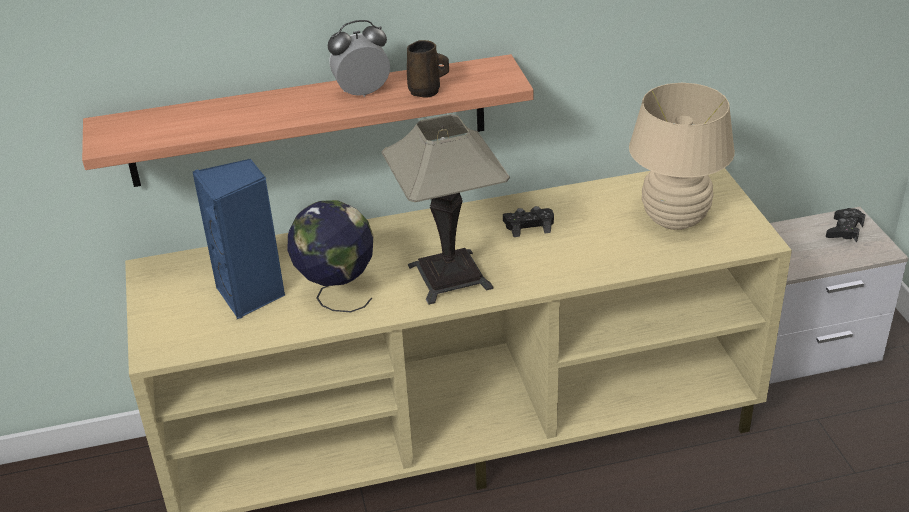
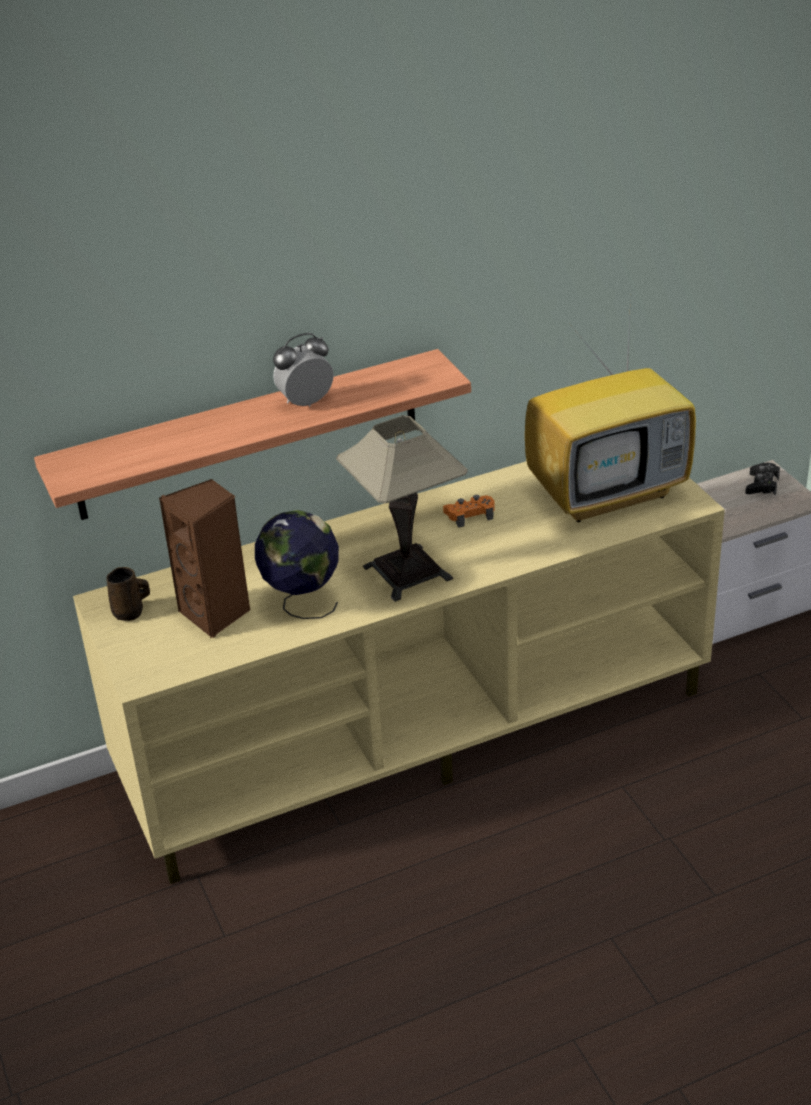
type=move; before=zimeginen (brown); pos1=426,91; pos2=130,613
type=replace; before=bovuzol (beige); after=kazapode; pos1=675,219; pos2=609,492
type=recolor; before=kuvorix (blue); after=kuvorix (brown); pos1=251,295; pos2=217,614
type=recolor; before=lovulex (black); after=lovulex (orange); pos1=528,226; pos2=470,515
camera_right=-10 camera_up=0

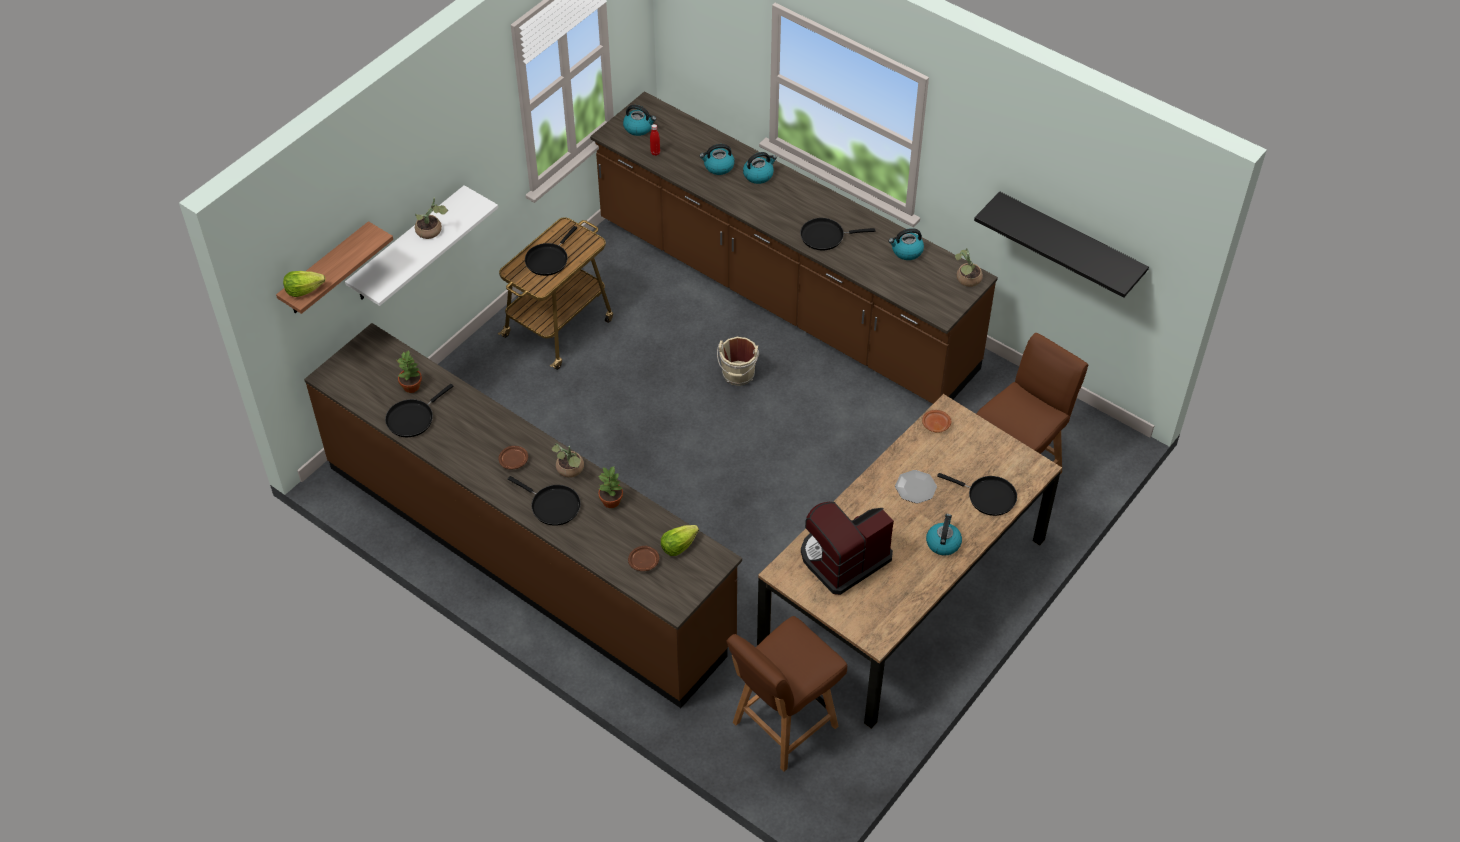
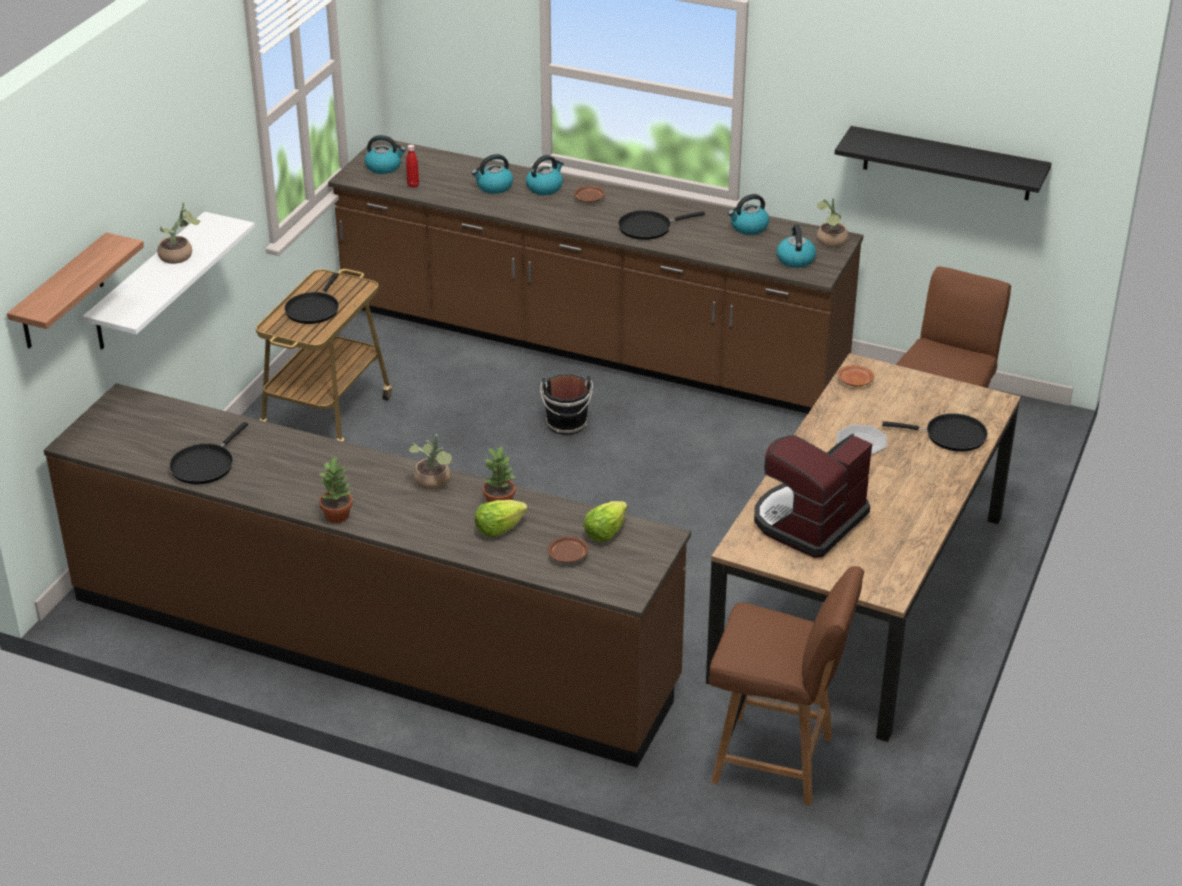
type=move; before=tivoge; pos1=303,290; pos2=498,529
type=recolor; before=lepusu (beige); after=lepusu (black); pos1=738,375; pos2=567,424
type=move; before=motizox; pos1=412,386; pos2=338,515
type=move; before=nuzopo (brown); pos1=514,460; pos2=589,199
type=delete; before=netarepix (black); pos1=552,505
type=move; before=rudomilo; pos1=943,543; pos2=795,259
type=rotate; before=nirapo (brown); pos1=783,726; pos2=776,760; turn=-105
camera_right=-15 camera_up=-15

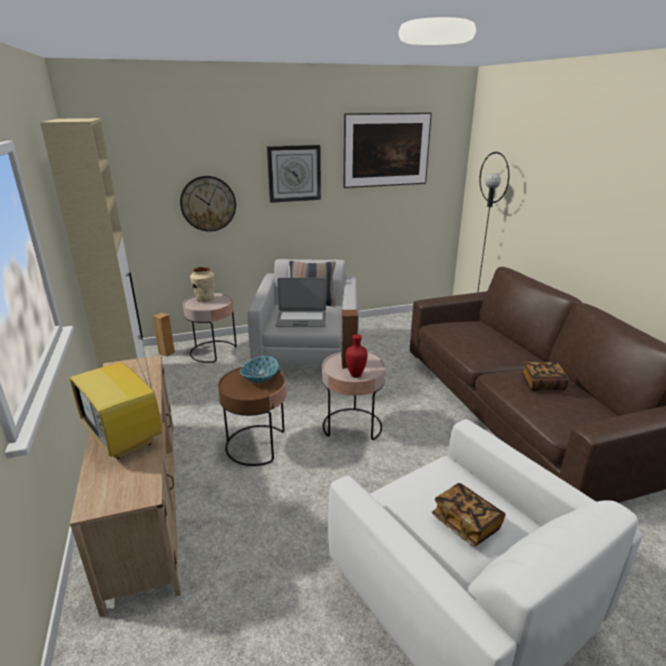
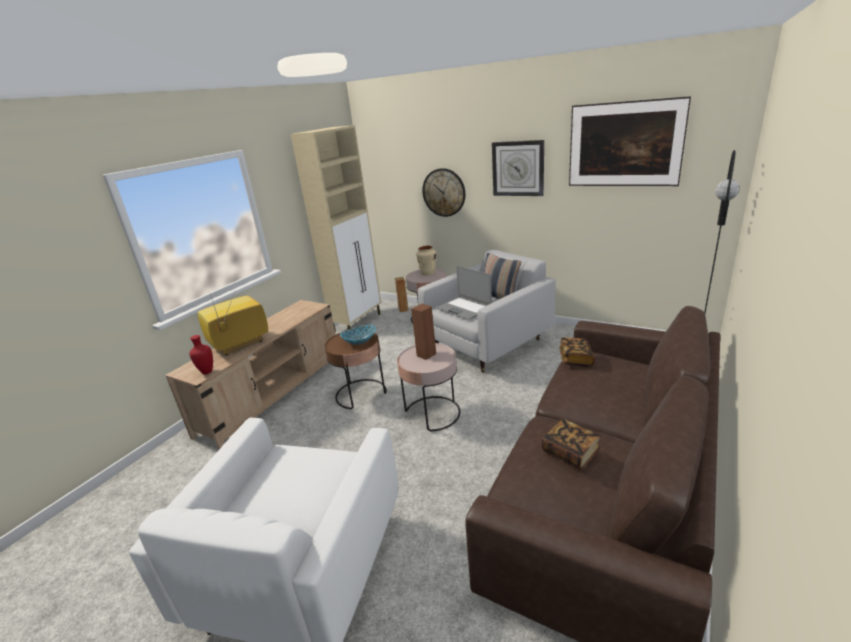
type=move; before=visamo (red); pos1=355,375; pos2=208,372
type=rotate; before=kazapode; pos1=125,438; pos2=239,345; turn=45
type=move; before=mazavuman; pos1=466,523; pos2=575,359
camera_right=50 camera_up=0

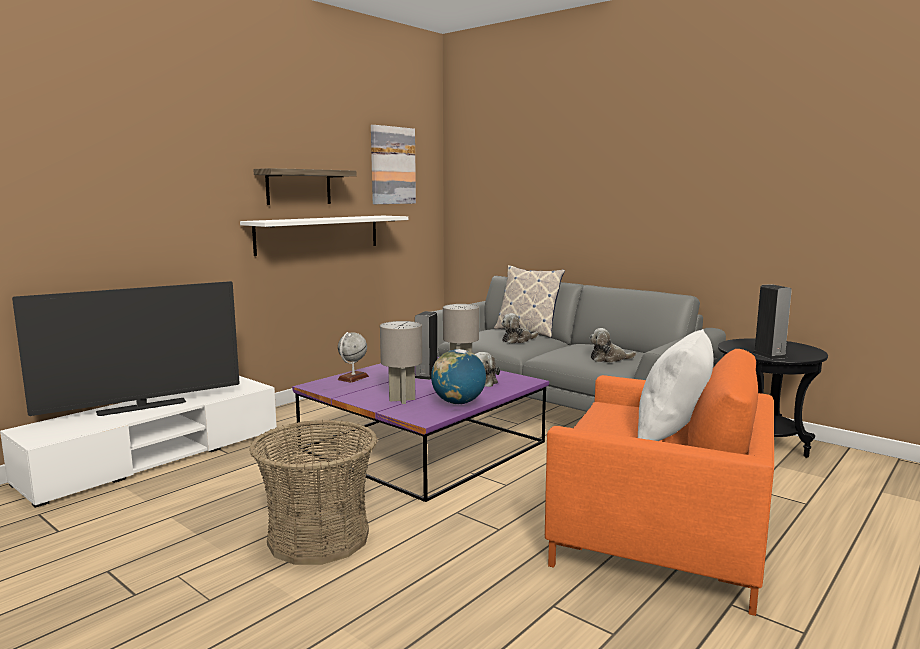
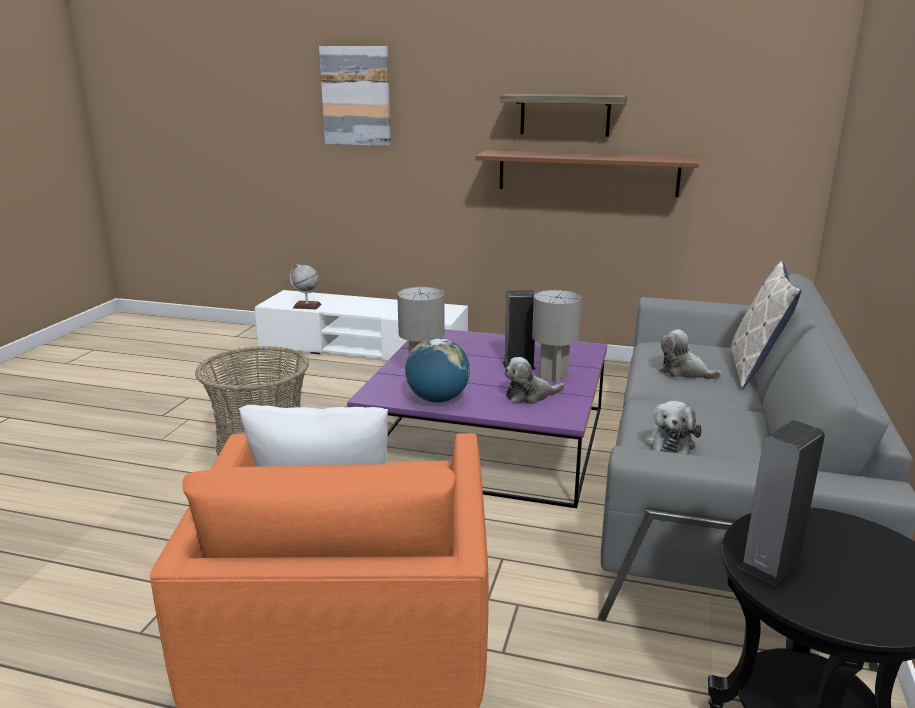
type=move; before=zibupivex; pos1=392,165; pos2=356,96
type=recolor; before=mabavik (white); after=mabavik (brown); pos1=318,234; pos2=587,173
type=delete; before=kazapode; pos1=142,407
type=rotate; before=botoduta; pos1=609,359; pos2=670,443; turn=-135
type=move; before=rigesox; pos1=353,378; pos2=307,306
camera_right=65 camera_up=10

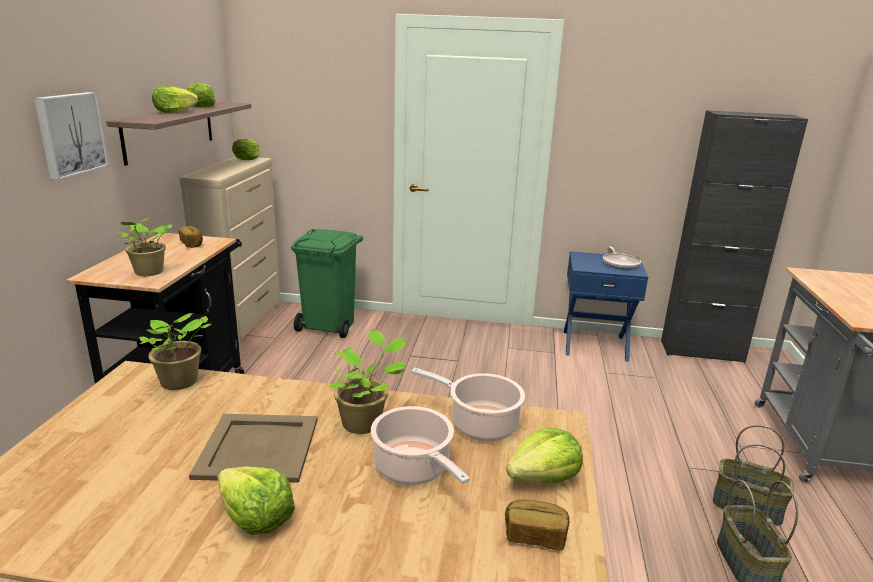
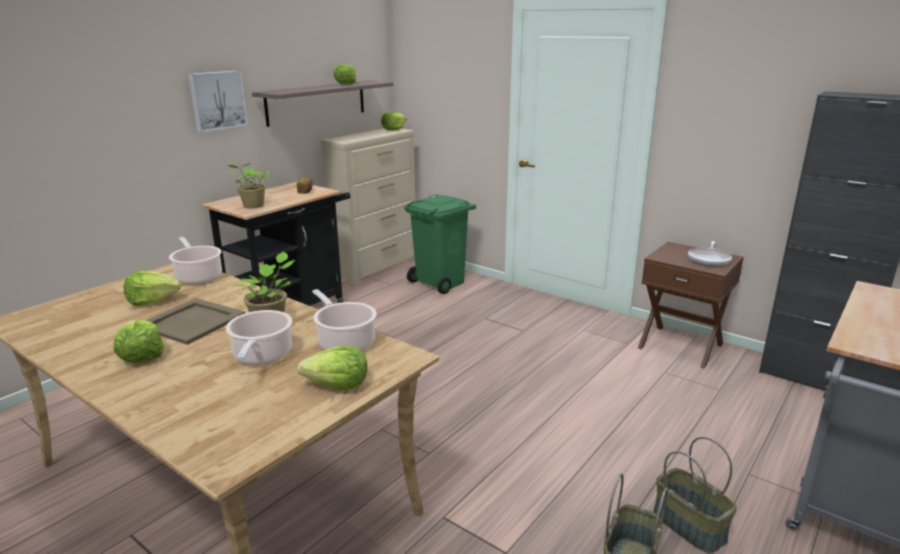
type=move; before=tivoge; pos1=174,112; pos2=152,300
type=recolor; before=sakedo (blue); after=sakedo (brown); pos1=594,344; pos2=681,345
type=replace; before=motizox; after=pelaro; pos1=179,383; pos2=198,277
type=delete; before=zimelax; pos1=535,535
camera_right=30 camera_up=0

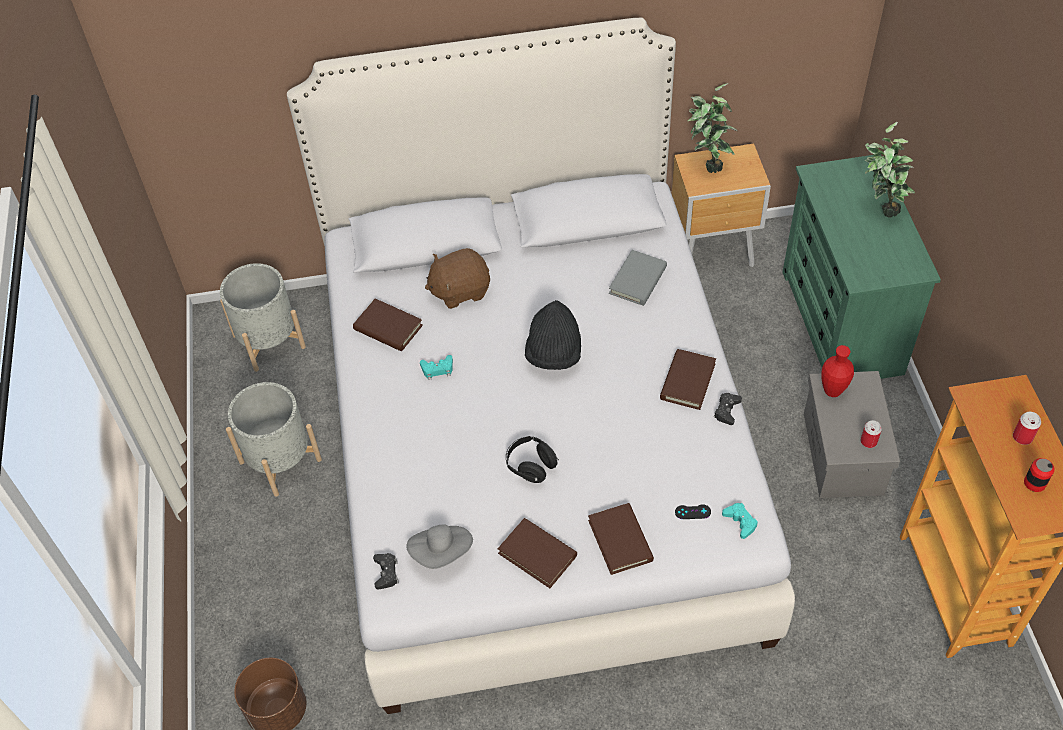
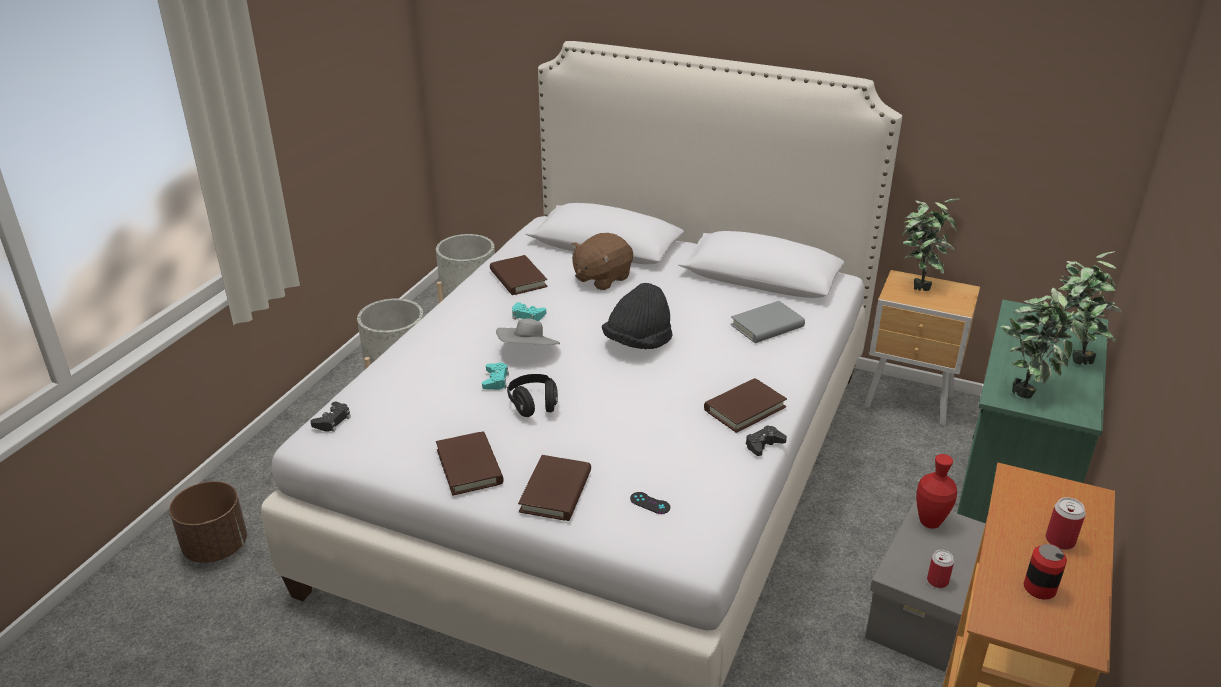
type=rotate; before=botoduta (brown); pos1=460,290; pos2=601,278; turn=-60
type=move; before=lovulex (turquoise); pos1=740,522; pos2=496,380
type=move; before=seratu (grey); pos1=442,552; pos2=529,352
type=insert; after=motizox; pos2=1029,390
camera_right=30 camera_up=-20

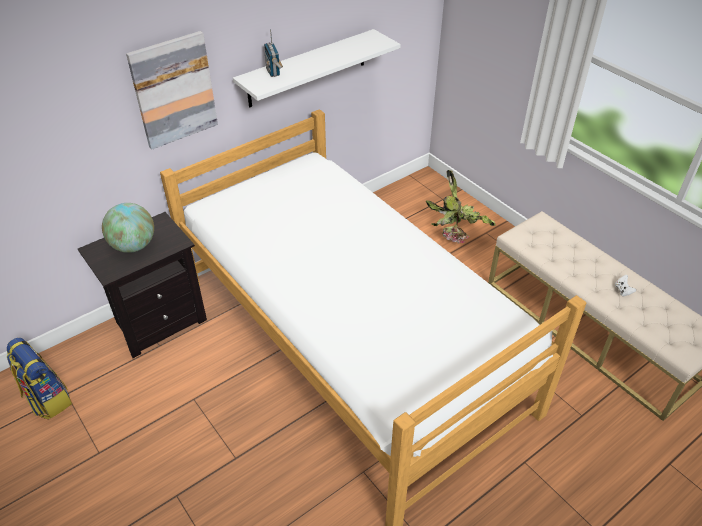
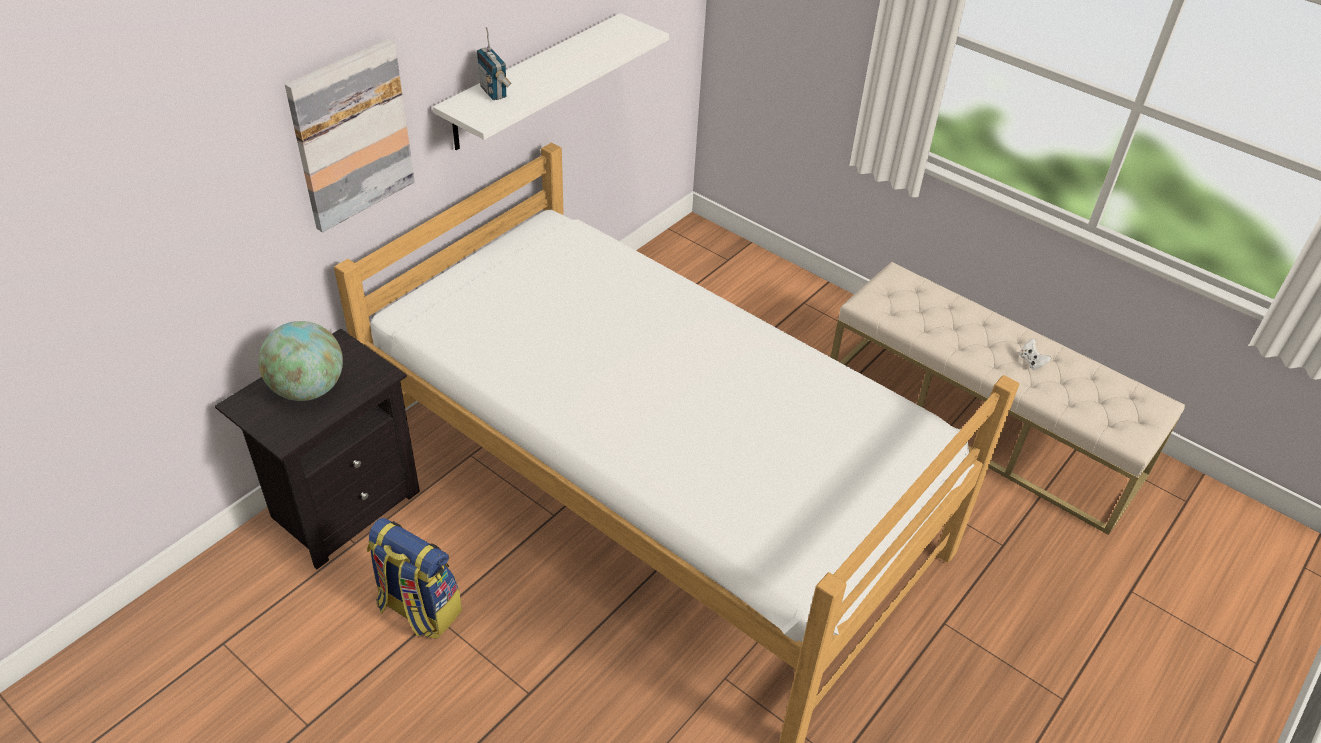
type=delete; before=motizox; pos1=459,234
type=move; before=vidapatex; pos1=47,398; pos2=418,609
camera_right=-15 camera_up=0

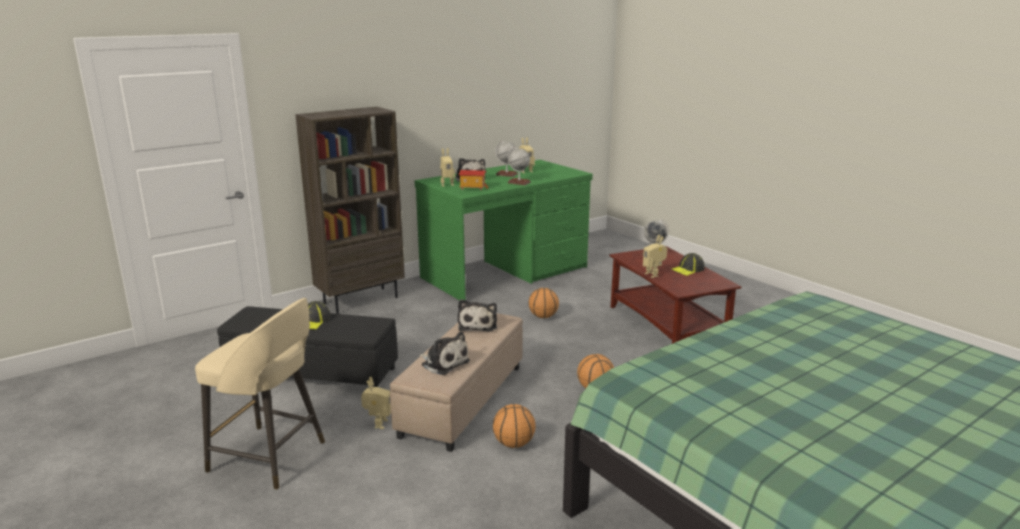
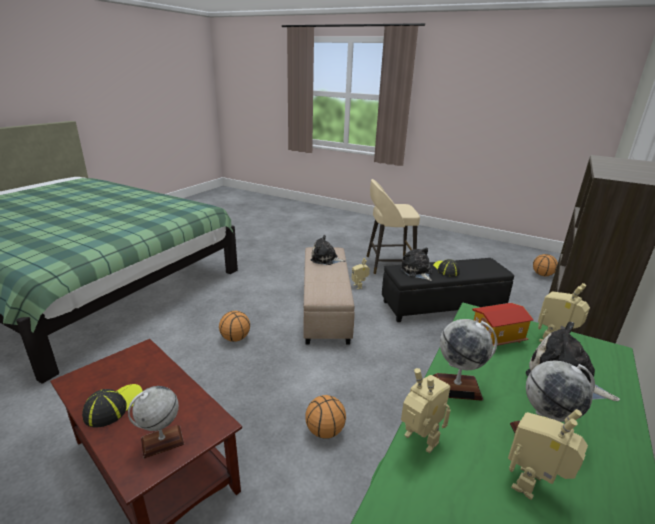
type=move; before=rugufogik; pos1=653,274; pos2=418,442
type=move; before=botoduta; pos1=478,325; pos2=417,272
type=move; before=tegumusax; pos1=513,443; pos2=542,275
camera_right=155 camera_up=5

